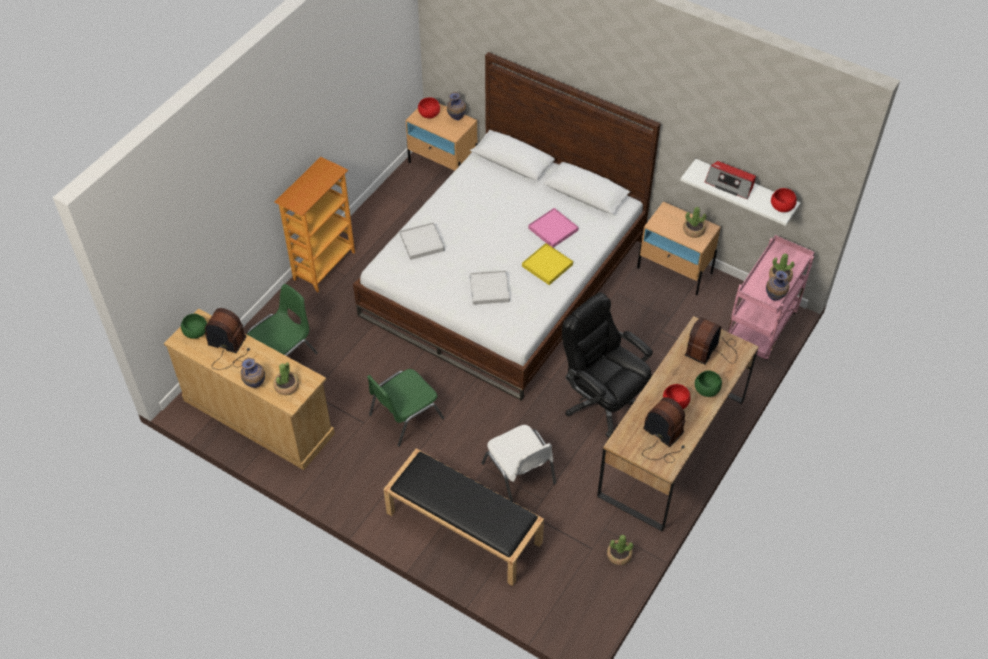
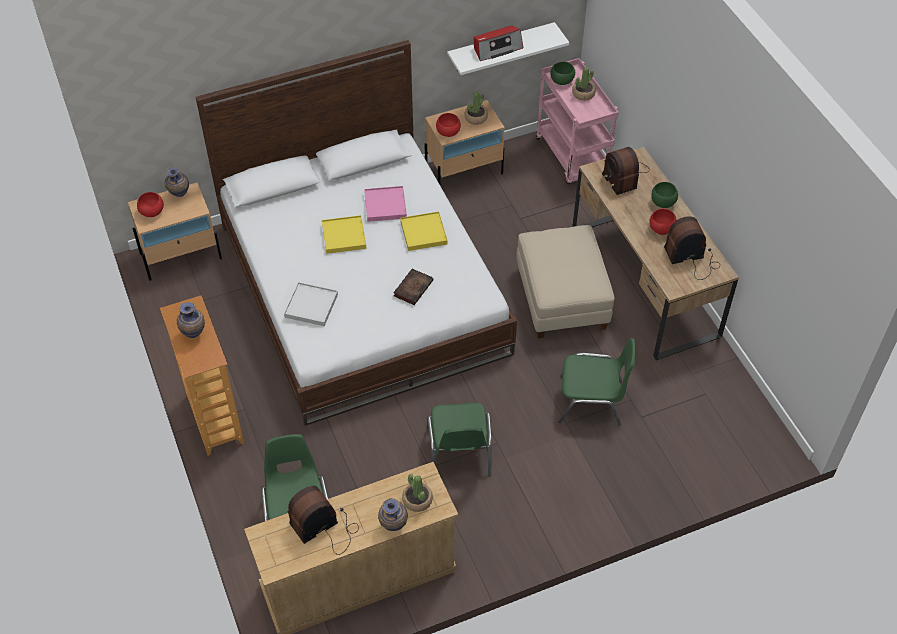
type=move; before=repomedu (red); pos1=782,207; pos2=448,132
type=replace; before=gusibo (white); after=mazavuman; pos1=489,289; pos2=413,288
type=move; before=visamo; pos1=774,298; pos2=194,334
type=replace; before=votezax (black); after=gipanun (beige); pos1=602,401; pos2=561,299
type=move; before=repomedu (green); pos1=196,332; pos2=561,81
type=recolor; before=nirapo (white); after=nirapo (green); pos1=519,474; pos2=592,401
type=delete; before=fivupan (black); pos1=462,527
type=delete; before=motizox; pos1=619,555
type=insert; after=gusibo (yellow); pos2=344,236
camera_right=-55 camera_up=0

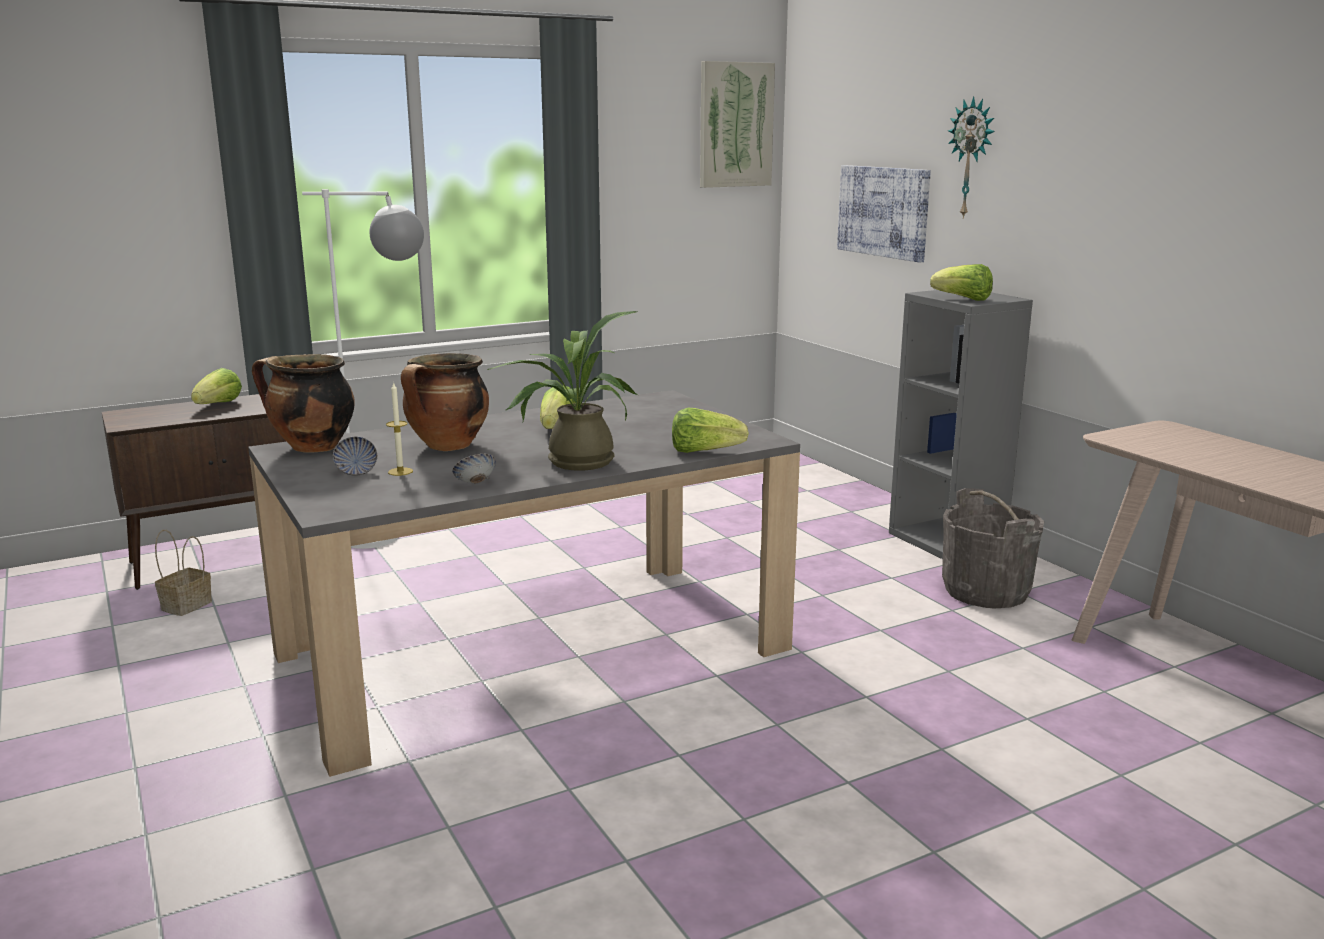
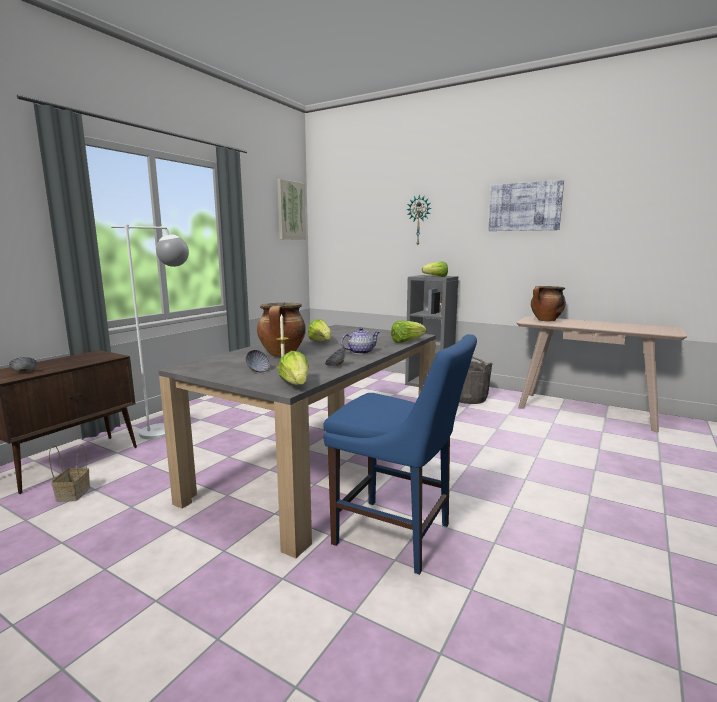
type=move; before=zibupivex; pos1=883,211; pos2=524,207
type=replace; before=motizox; after=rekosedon; pos1=572,462; pos2=360,352
type=move; before=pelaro; pos1=311,448; pos2=546,320
type=move; before=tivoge; pos1=218,405; pos2=296,384
type=insert; after=nirapo (blue); pos2=397,536
type=insert; after=repomedu; pos2=24,372
camera_right=-30 camera_up=-5

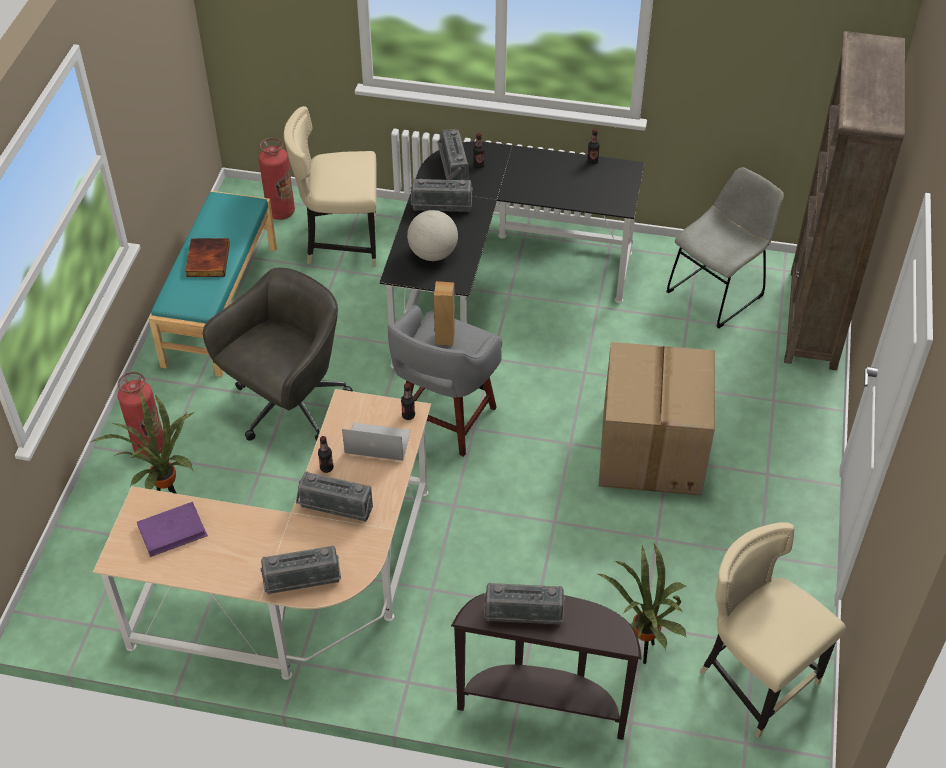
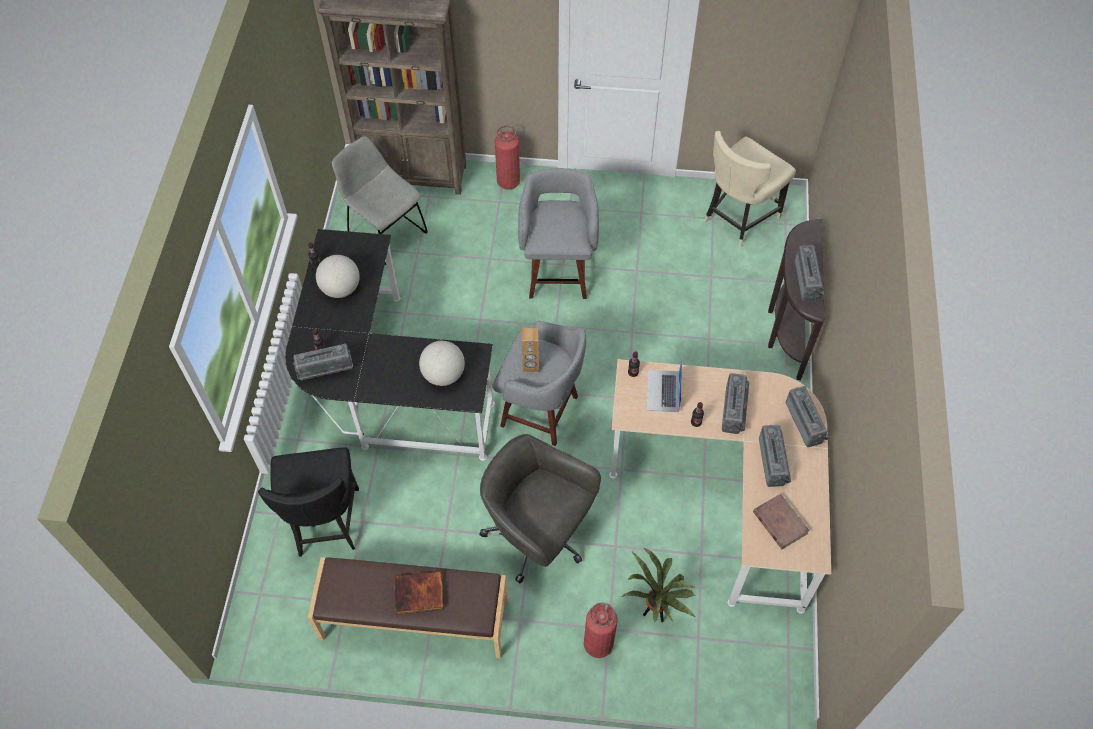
type=recolor; before=nirapo (beige); after=nirapo (black); pos1=340,243; pos2=325,523
type=move; before=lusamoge; pos1=281,212; pos2=508,182
type=move; before=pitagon; pos1=441,208; pos2=774,462
type=recolor; before=fivupan (turquoise); after=fivupan (brown); pos1=219,305; pos2=414,620
type=replace; before=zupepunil; after=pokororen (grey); pos1=653,452; pos2=558,273
type=recolor; before=mazavuman (purple); after=mazavuman (brown); pos1=172,531; pos2=780,522
type=delete; before=motizox; pos1=641,652
type=insert; after=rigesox; pos2=341,289
camera_right=-95 camera_up=10

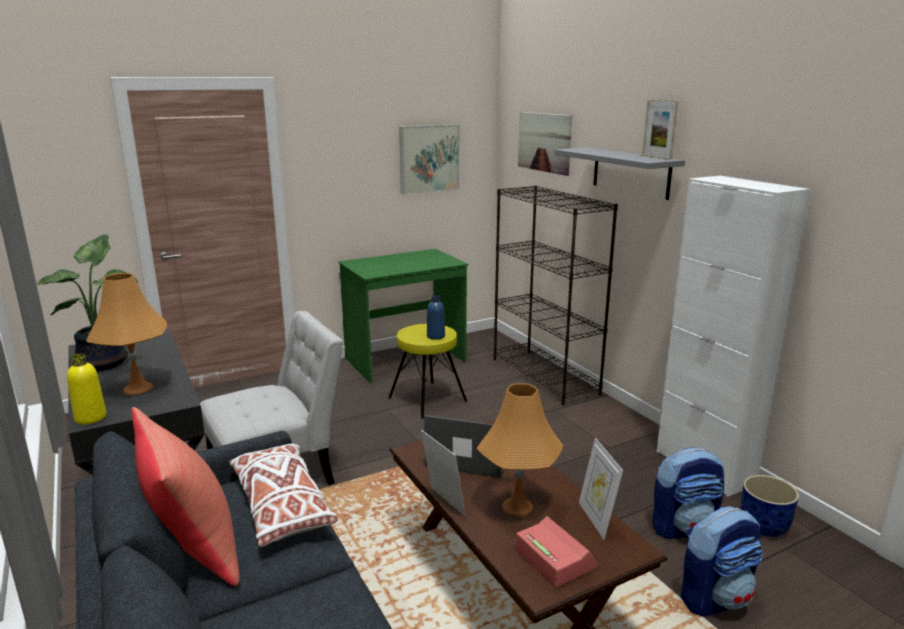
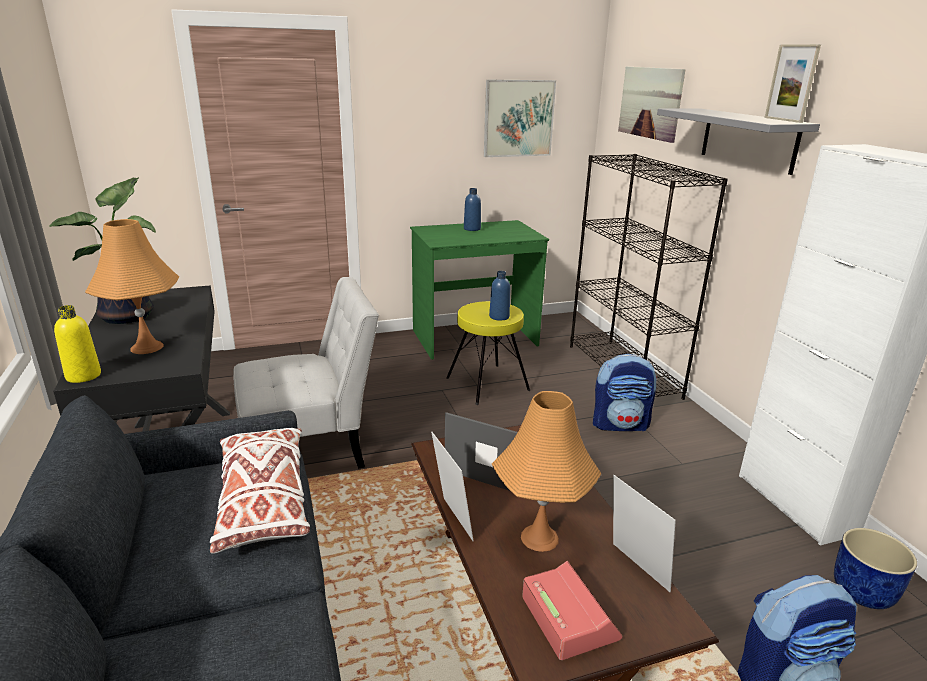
type=delete; before=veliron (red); pos1=193,547
type=rotate; before=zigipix; pos1=596,519; pos2=635,570; turn=150
type=move; before=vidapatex; pos1=684,528; pos2=620,424
type=insert; after=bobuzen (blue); pos2=472,229
camera_right=10 camera_up=5

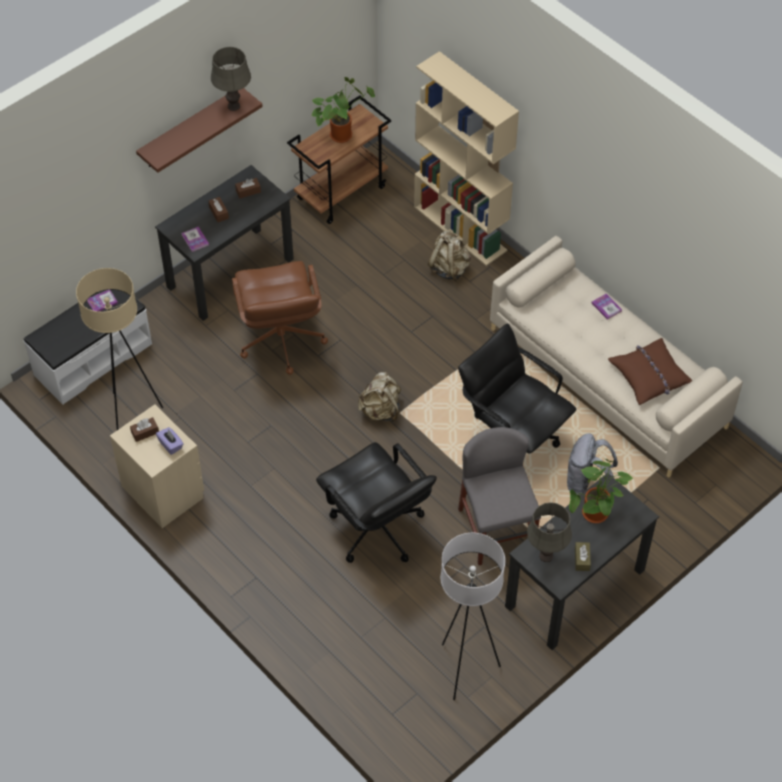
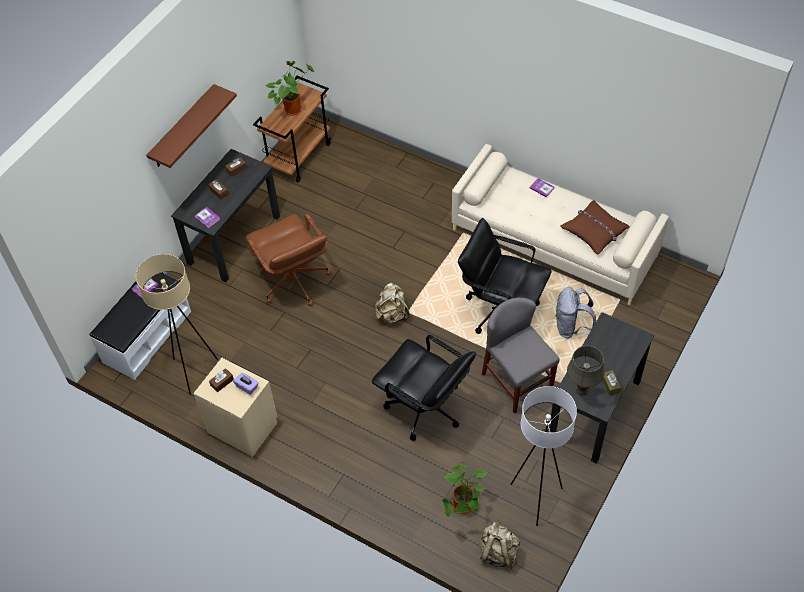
type=delete; before=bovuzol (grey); pos1=233,106
type=delete; before=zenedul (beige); pos1=461,228
type=move; before=vidapatex (beige); pos1=449,268; pos2=498,552
type=move; before=motizox; pos1=595,516; pos2=464,507
camera_right=-15 camera_up=0

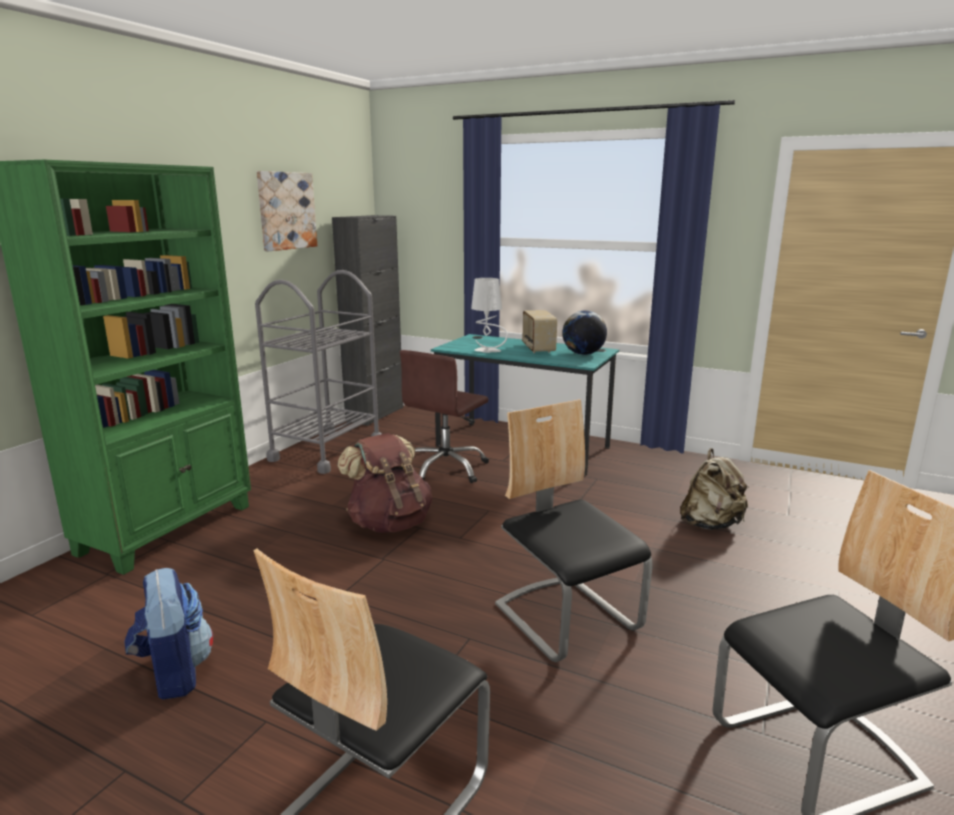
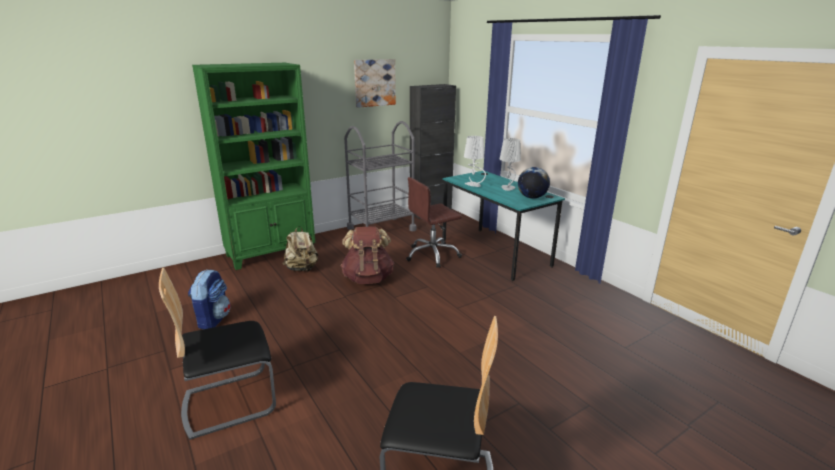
type=replace; before=pitagon; after=bovuzol (grey); pos1=537,349; pos2=508,188
type=delete; before=nirapo; pos1=567,617
type=move; before=vidapatex (beige); pos1=710,524; pos2=302,269
camera_right=30 camera_up=5

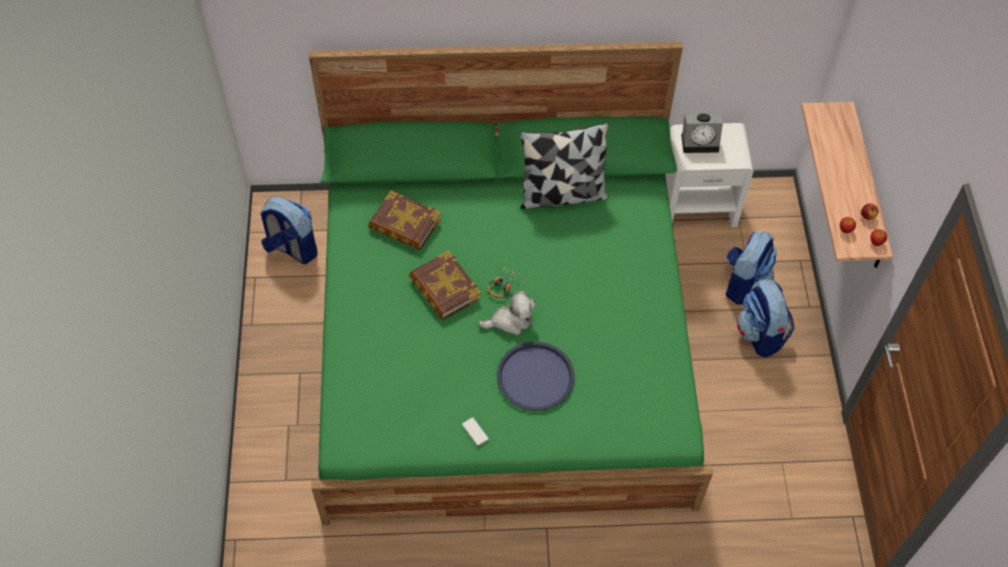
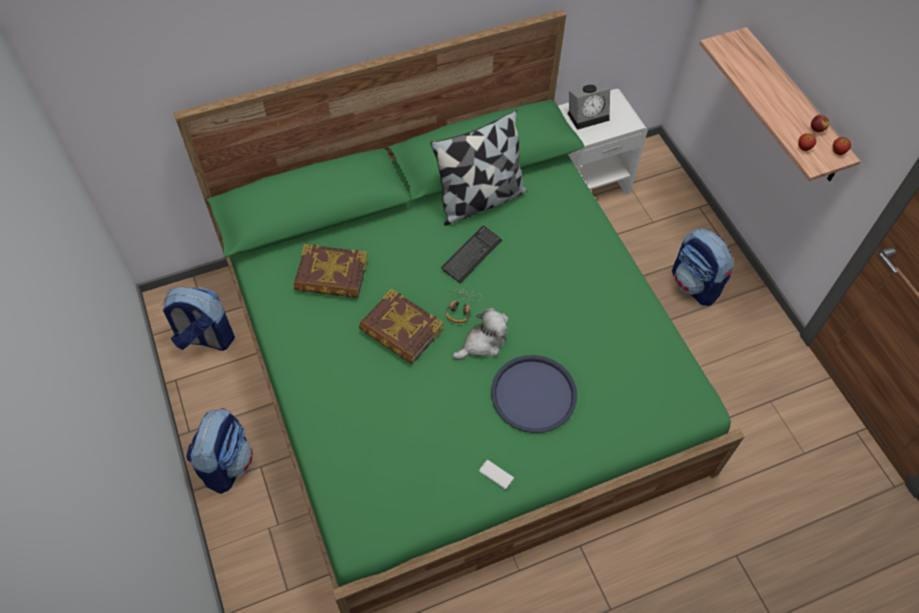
type=move; before=vidapatex; pos1=743,283; pos2=226,463
type=insert; after=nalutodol; pos2=471,255
camera_right=-20 camera_up=0

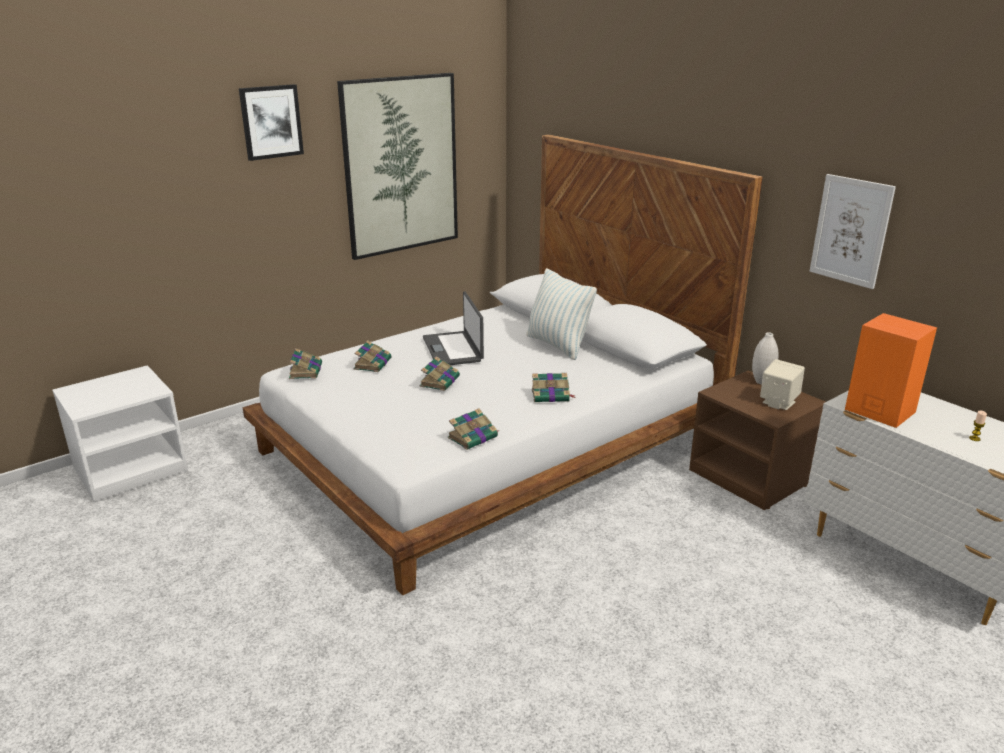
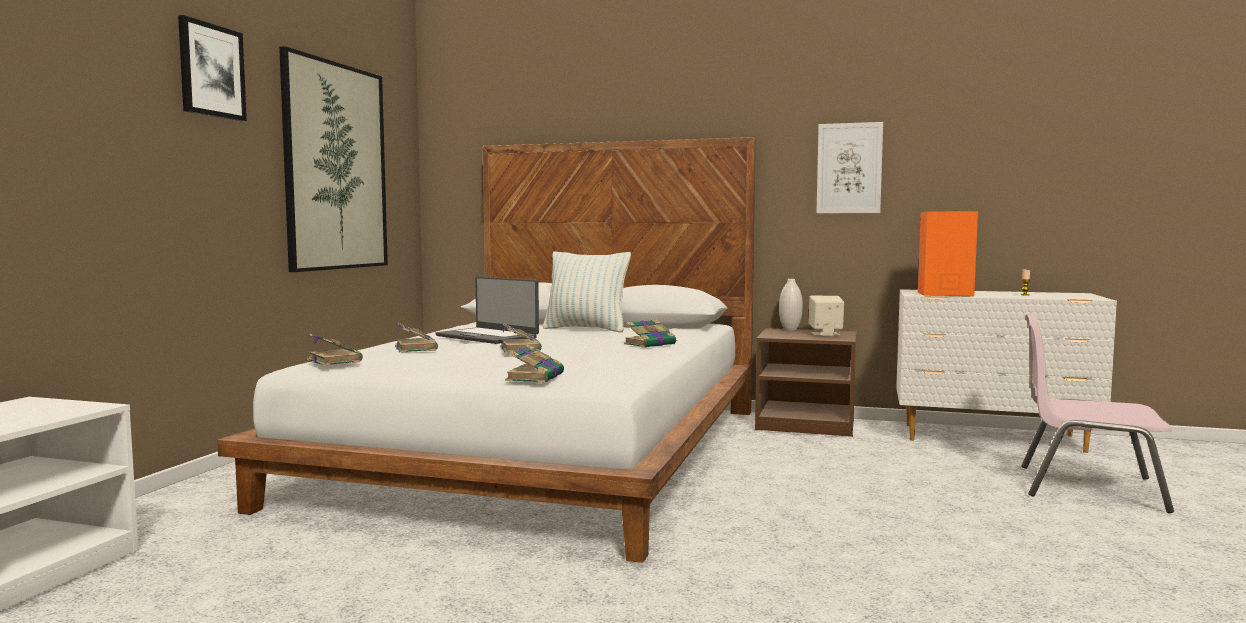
type=move; before=mazavuman; pos1=473,437; pos2=535,377
type=insert; after=nirapo (pink); pos2=1087,487
camera_right=-35 camera_up=-20

